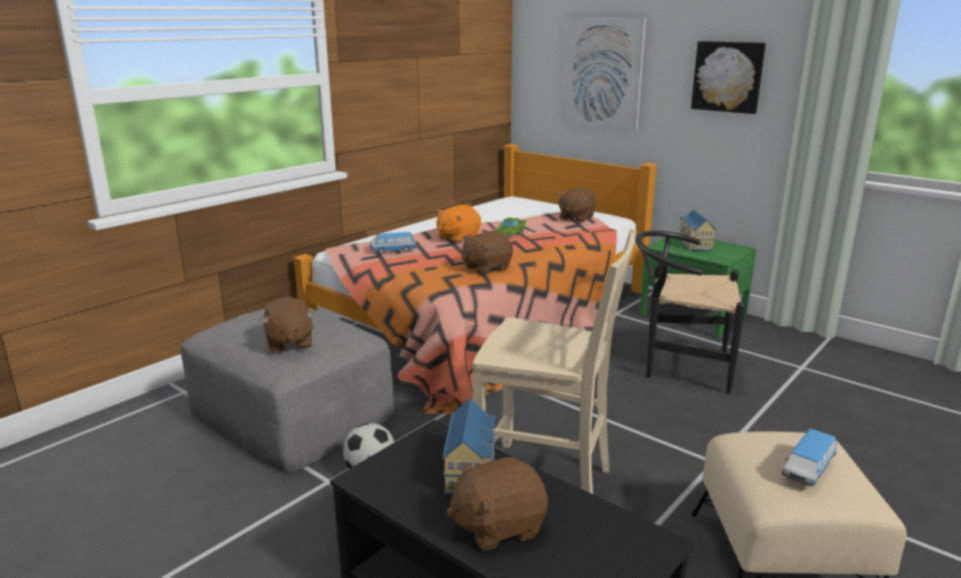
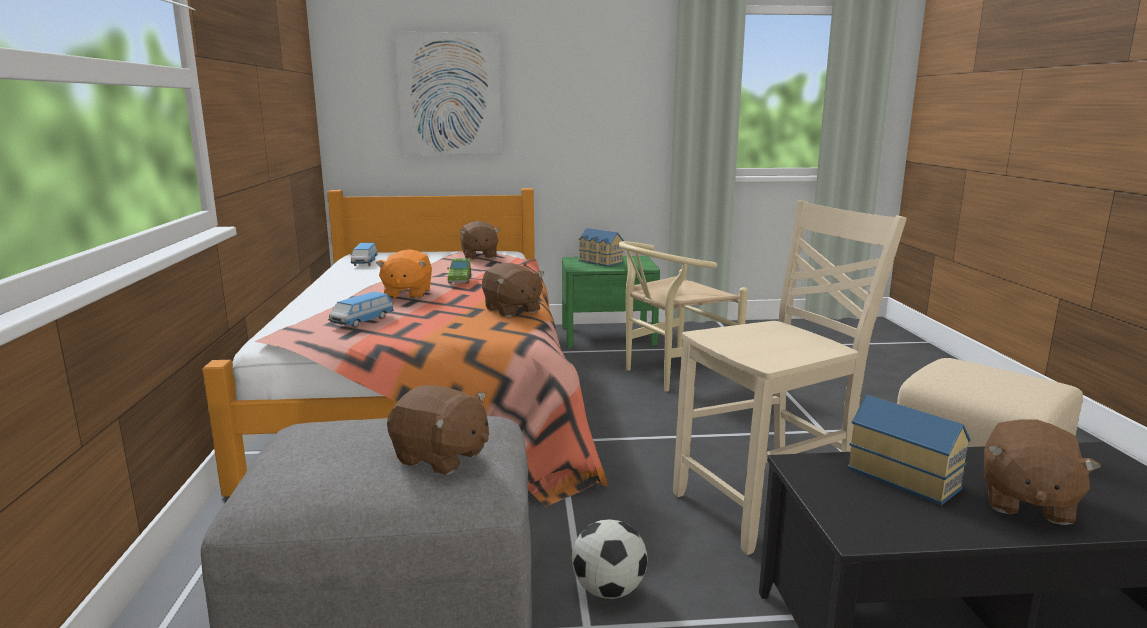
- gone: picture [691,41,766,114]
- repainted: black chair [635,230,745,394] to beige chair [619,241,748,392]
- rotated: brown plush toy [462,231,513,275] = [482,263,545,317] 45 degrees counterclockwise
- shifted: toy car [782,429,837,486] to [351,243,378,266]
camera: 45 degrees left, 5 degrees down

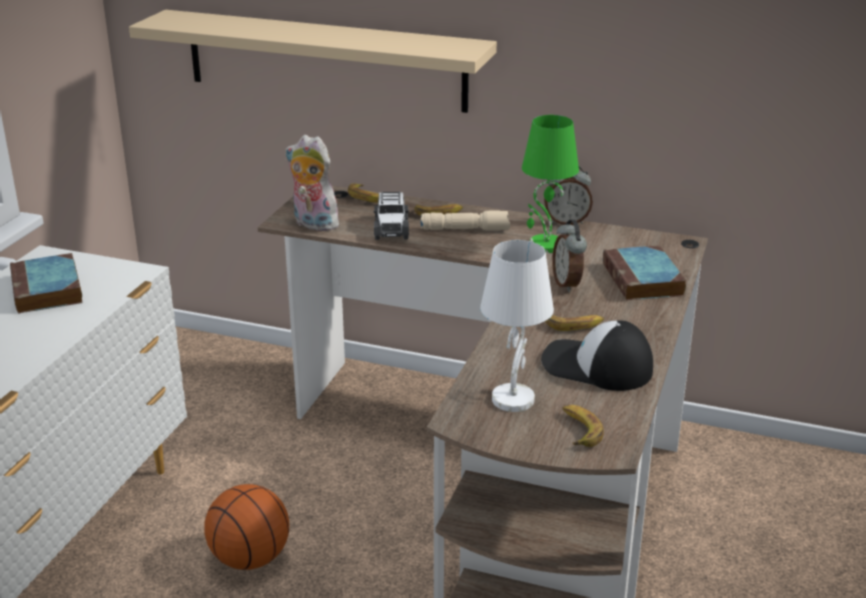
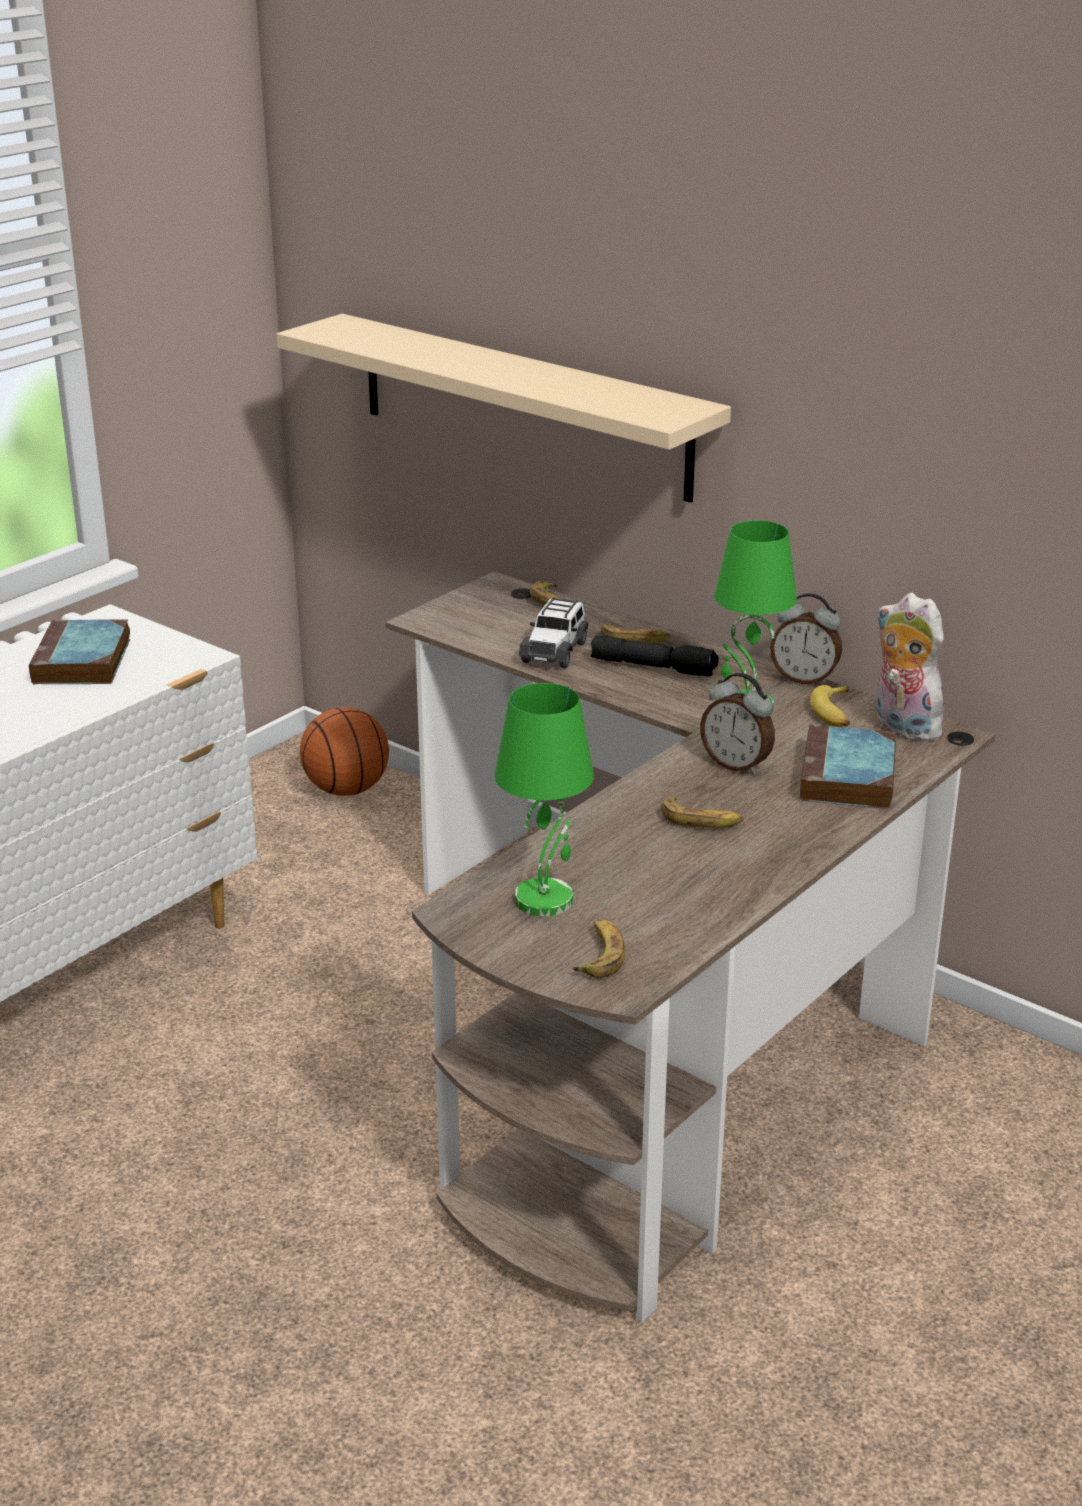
- shifted: plush toy [285,135,343,231] to [876,593,951,742]
- repainted: beige flashlight [421,211,510,231] to black flashlight [591,636,719,676]
- rotated: alarm clock [552,219,587,292] = [700,673,775,774] 60 degrees counterclockwise
- repainted: white table lamp [480,240,554,412] to green table lamp [495,683,594,916]
- gone: cap [541,320,653,391]
- shifted: basketball [204,484,289,570] to [300,707,389,796]
- new: banana [810,685,850,727]
camera: 20 degrees right, 0 degrees up

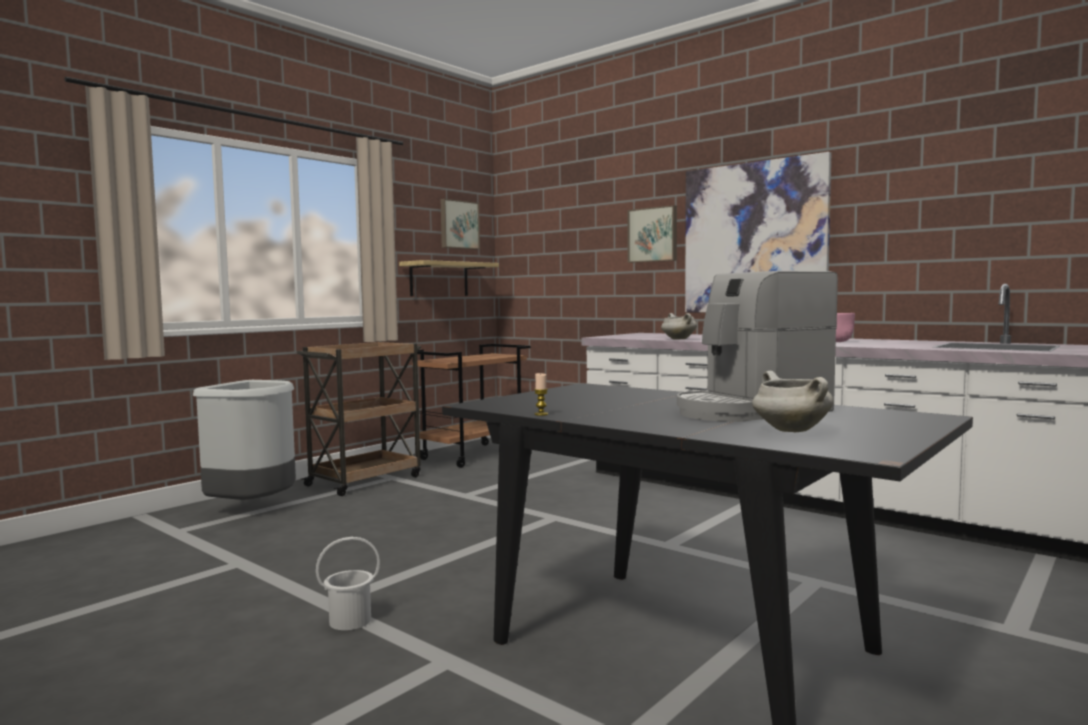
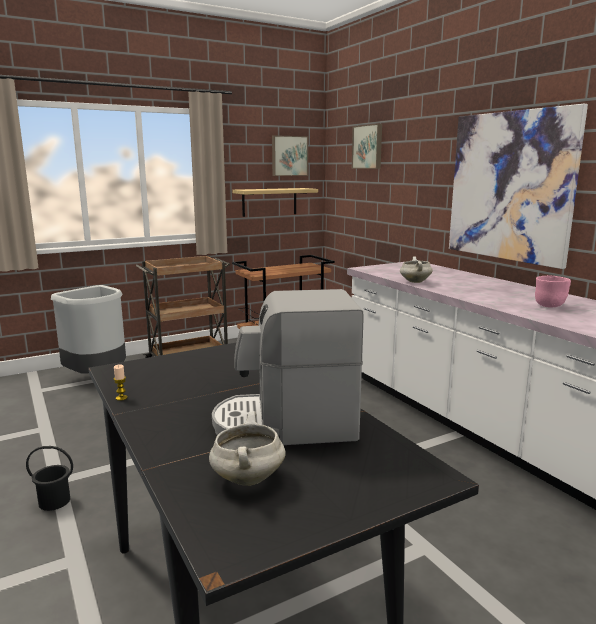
- shifted: picture [627,205,677,263] to [352,124,382,169]
- repainted: white bucket [316,537,380,630] to black bucket [26,446,73,511]
camera: 20 degrees right, 10 degrees up

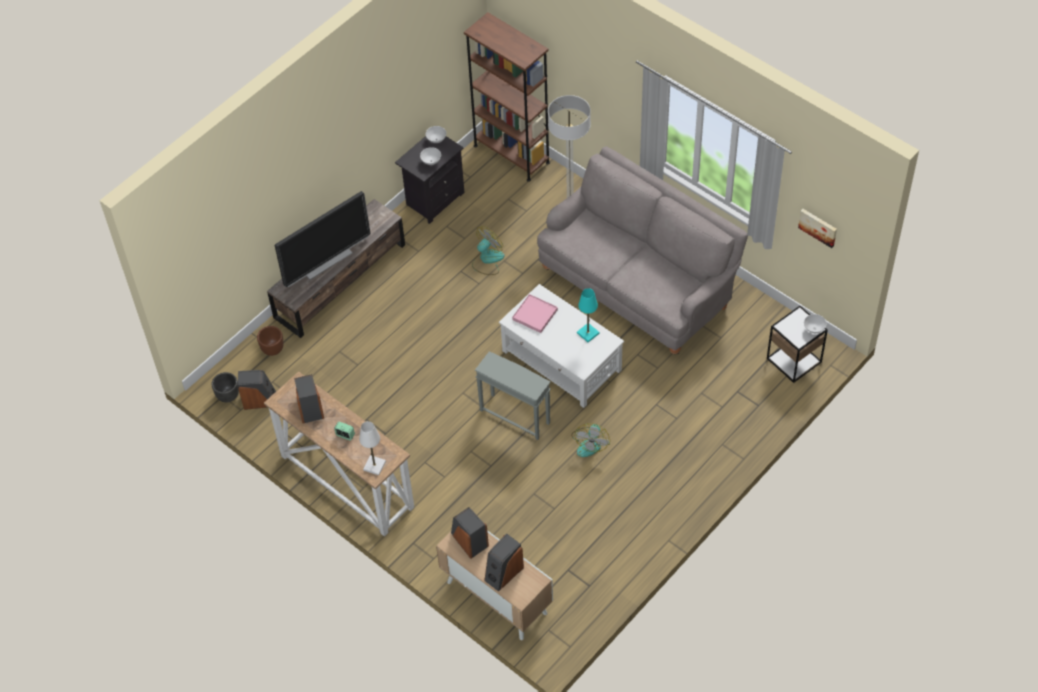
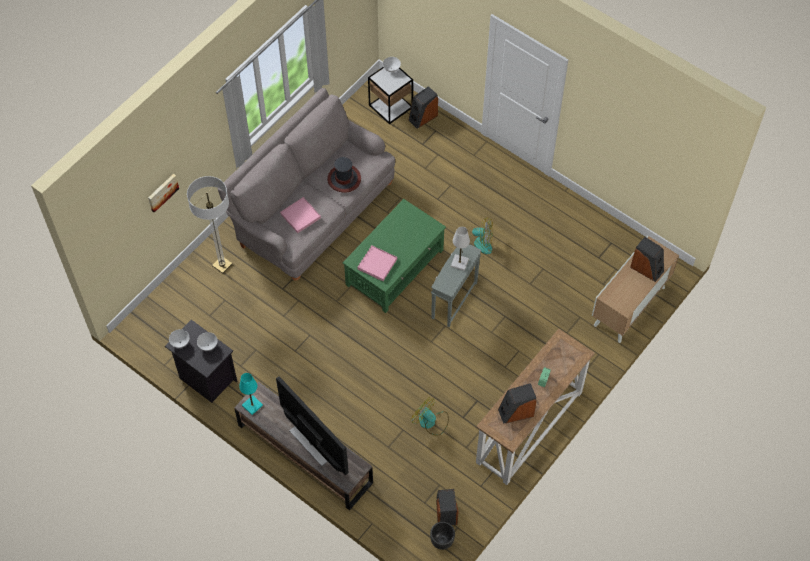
- gone: brown bookcase [464,12,550,182]
- shifted: picture [798,209,837,248] to [148,174,179,213]
- shifted: fan [472,226,505,275] to [411,397,449,435]
- repainted: white coffee table [499,284,624,408] to green coffee table [343,199,446,313]
- shifted: turquoise table lamp [577,288,599,342] to [239,373,263,415]
- gone: brown planter [257,326,284,356]
- shifted: white table lamp [359,421,386,475] to [451,227,470,271]
- shifted: speaker [451,507,489,559] to [408,86,438,129]
- new: hat [327,157,361,193]
- new: pink tray [280,197,321,233]
camera: 95 degrees left, 5 degrees up

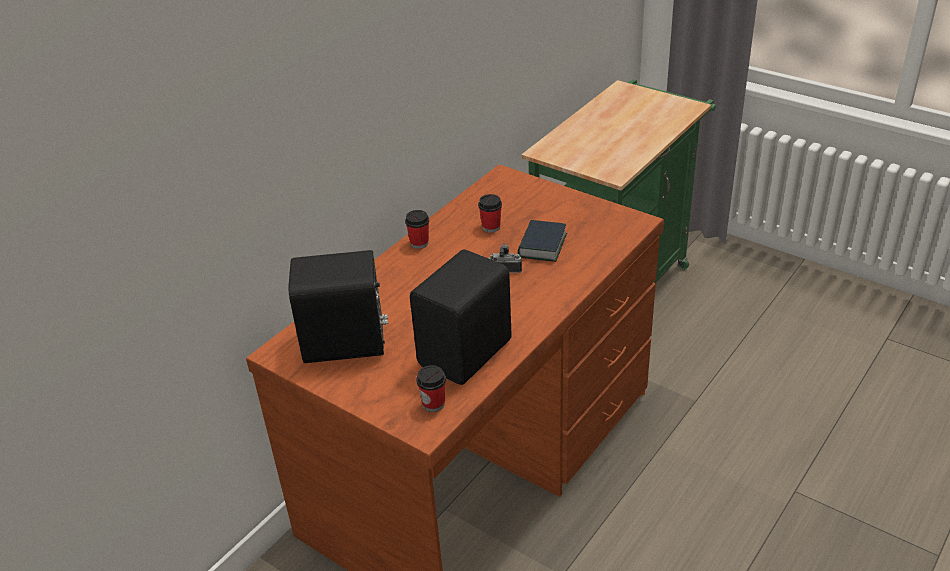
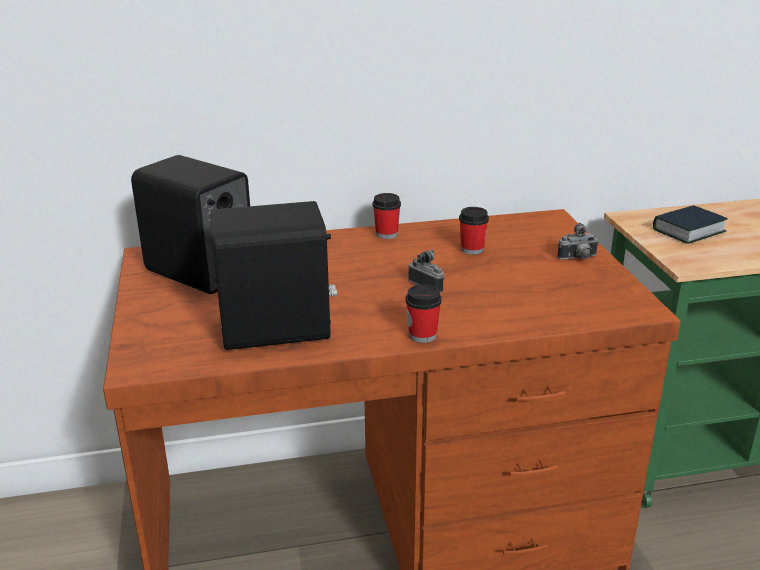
- shifted: book [518,220,567,262] to [653,205,728,244]
- shifted: cup [416,365,446,412] to [406,284,442,343]
- new: photo camera [557,223,599,260]
camera: 40 degrees right, 10 degrees down

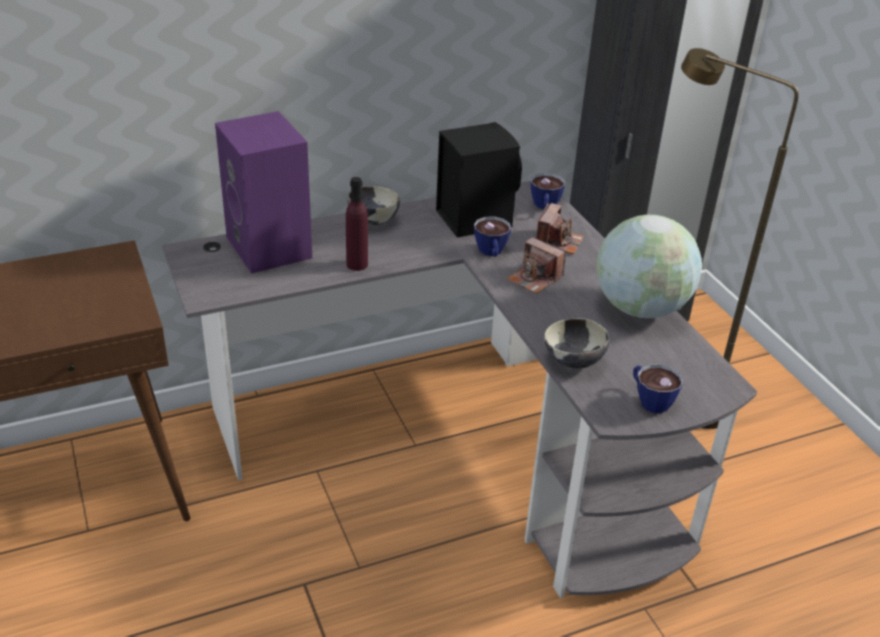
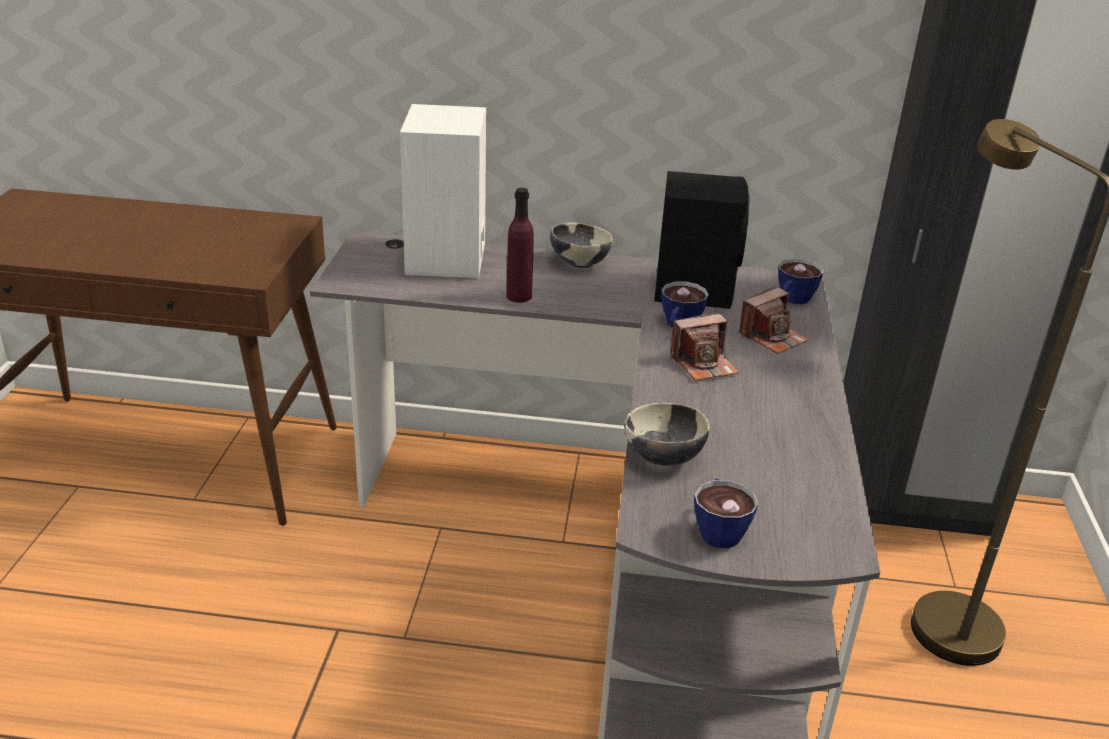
- repainted: purple speaker [215,111,312,274] to white speaker [400,104,486,278]
- gone: globe [596,215,702,318]
- rotated: photo camera [507,237,566,294] = [670,312,739,381] 90 degrees counterclockwise
camera: 30 degrees right, 5 degrees down

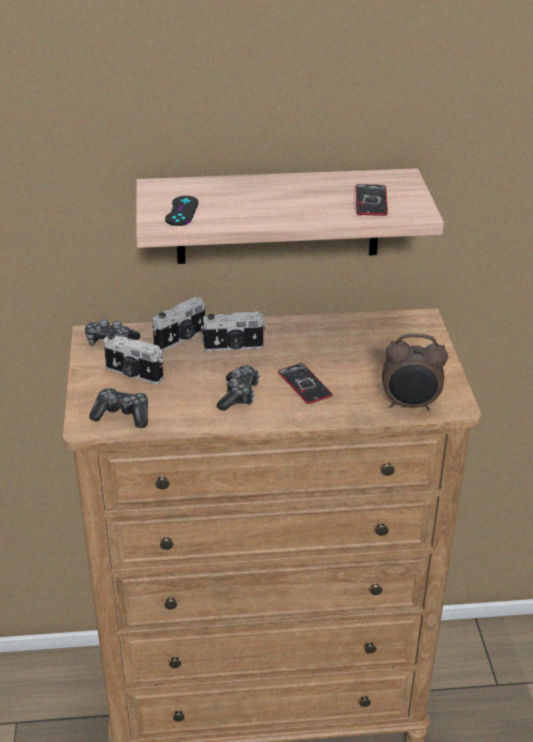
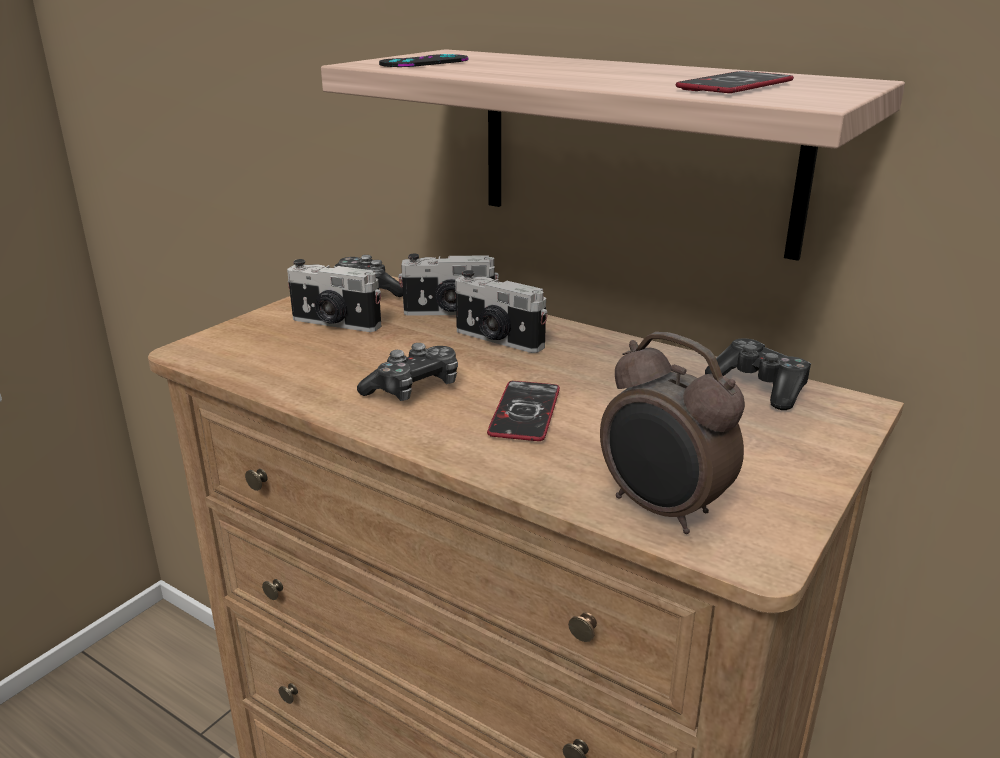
- rotated: photo camera [103,333,163,384] = [287,259,381,332] 45 degrees counterclockwise
- shifted: game controller [89,388,148,428] to [705,338,811,410]
camera: 40 degrees right, 10 degrees down

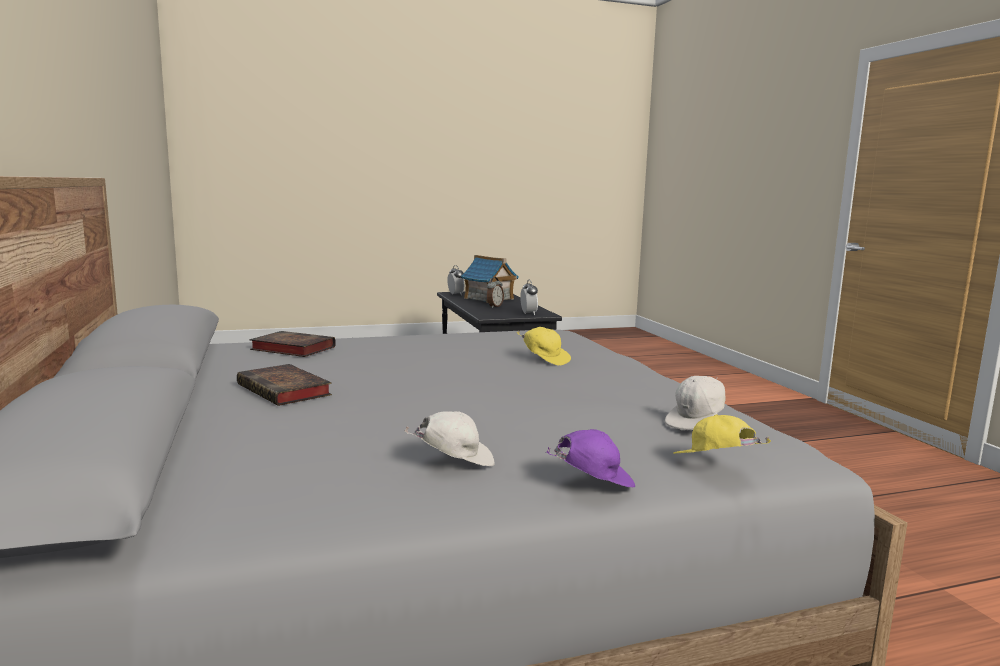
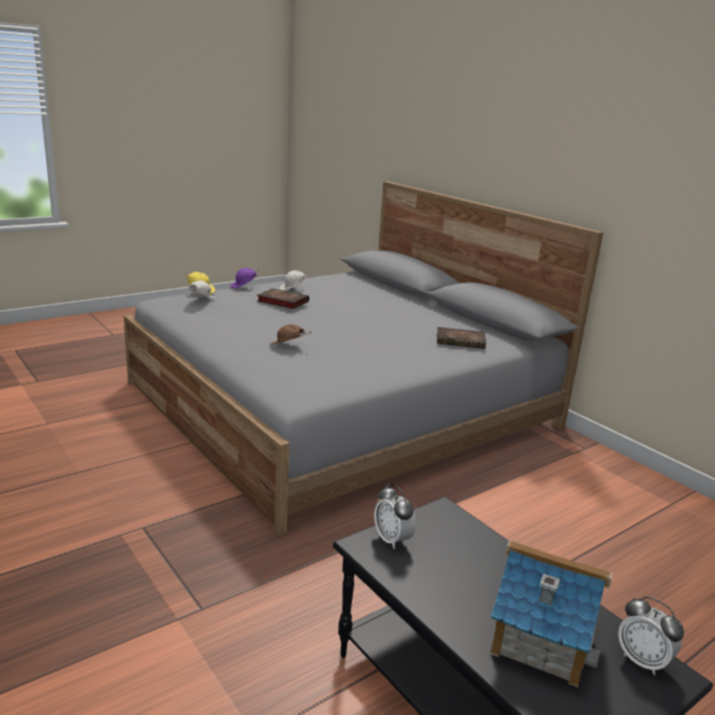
- gone: alarm clock [487,277,504,308]
- repainted: yellow cap [517,327,571,365] to brown cap [270,324,311,345]
- shifted: book [237,364,332,406] to [257,288,309,309]
camera: 160 degrees right, 10 degrees up

